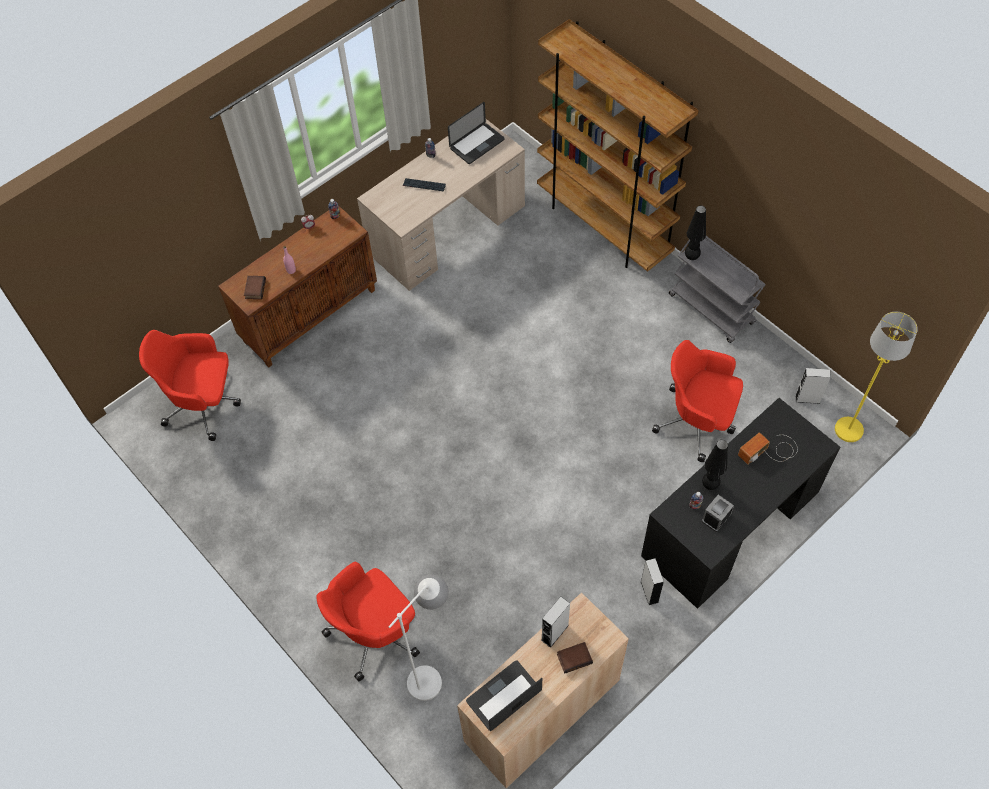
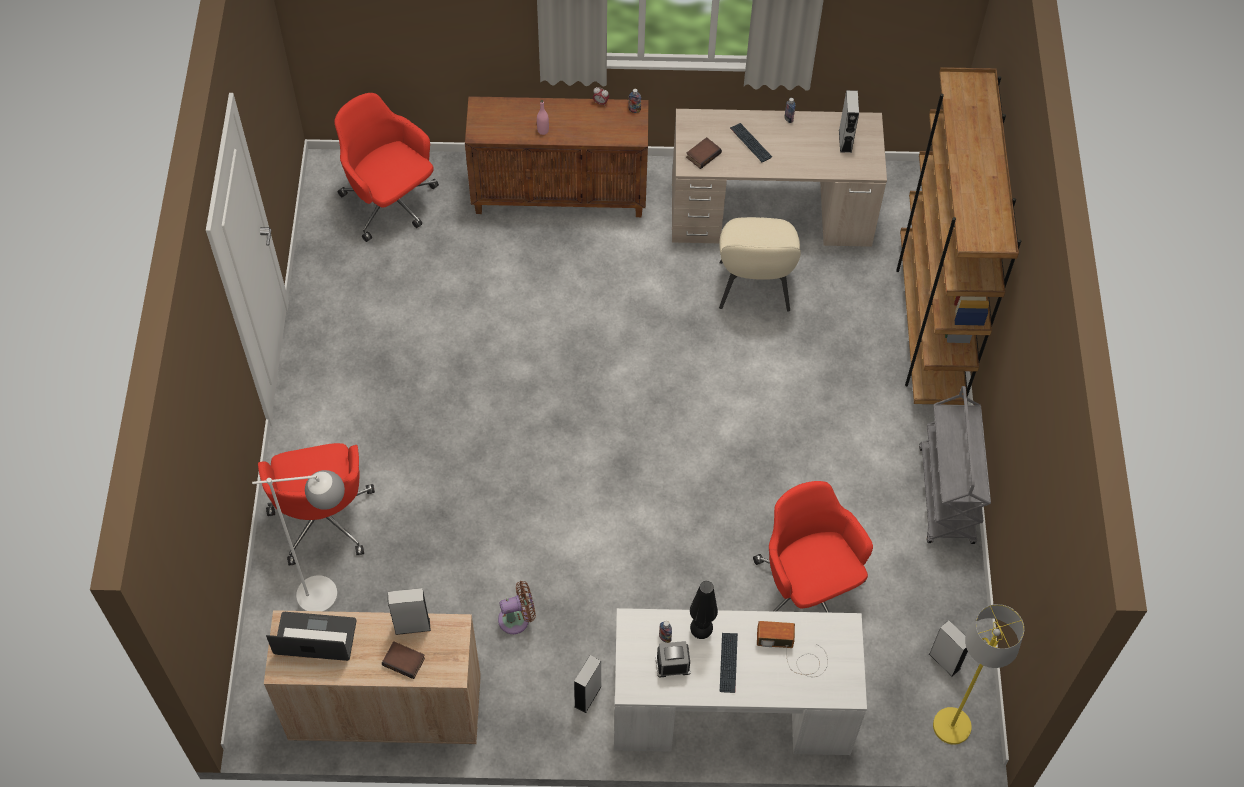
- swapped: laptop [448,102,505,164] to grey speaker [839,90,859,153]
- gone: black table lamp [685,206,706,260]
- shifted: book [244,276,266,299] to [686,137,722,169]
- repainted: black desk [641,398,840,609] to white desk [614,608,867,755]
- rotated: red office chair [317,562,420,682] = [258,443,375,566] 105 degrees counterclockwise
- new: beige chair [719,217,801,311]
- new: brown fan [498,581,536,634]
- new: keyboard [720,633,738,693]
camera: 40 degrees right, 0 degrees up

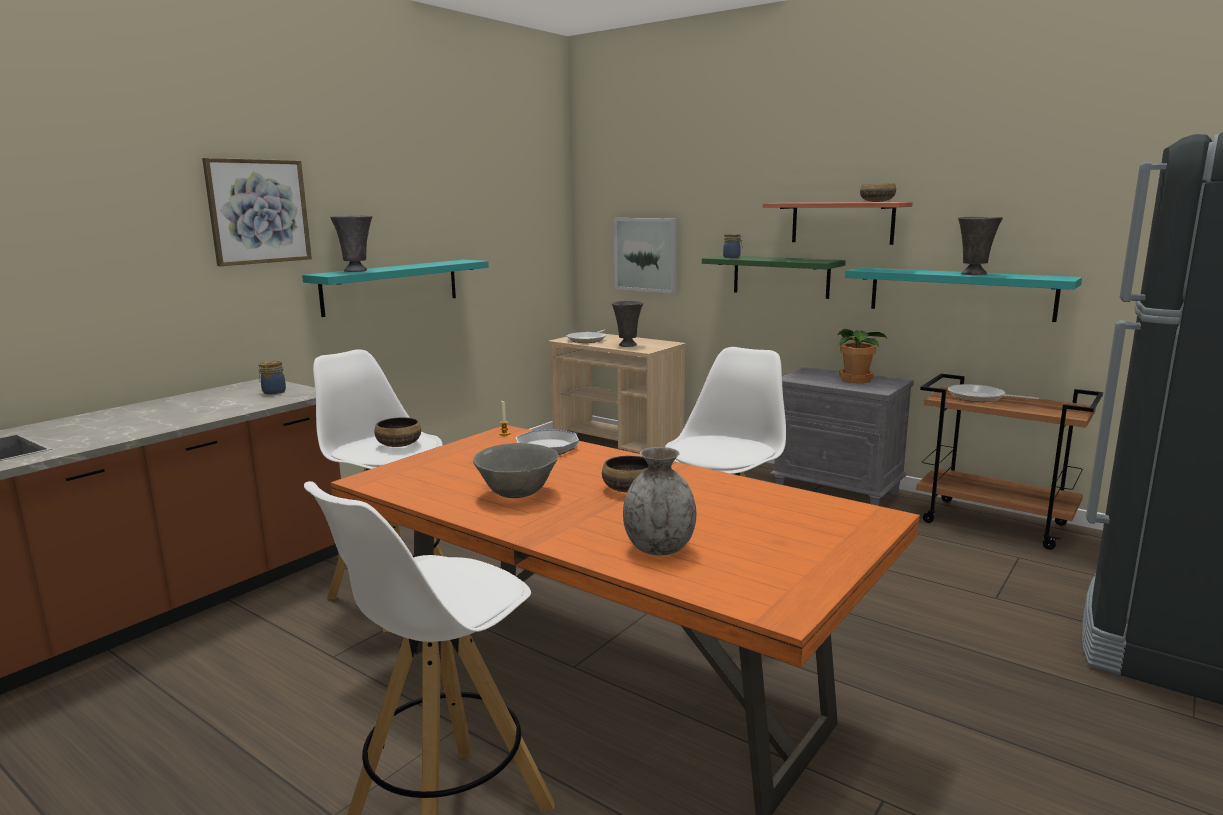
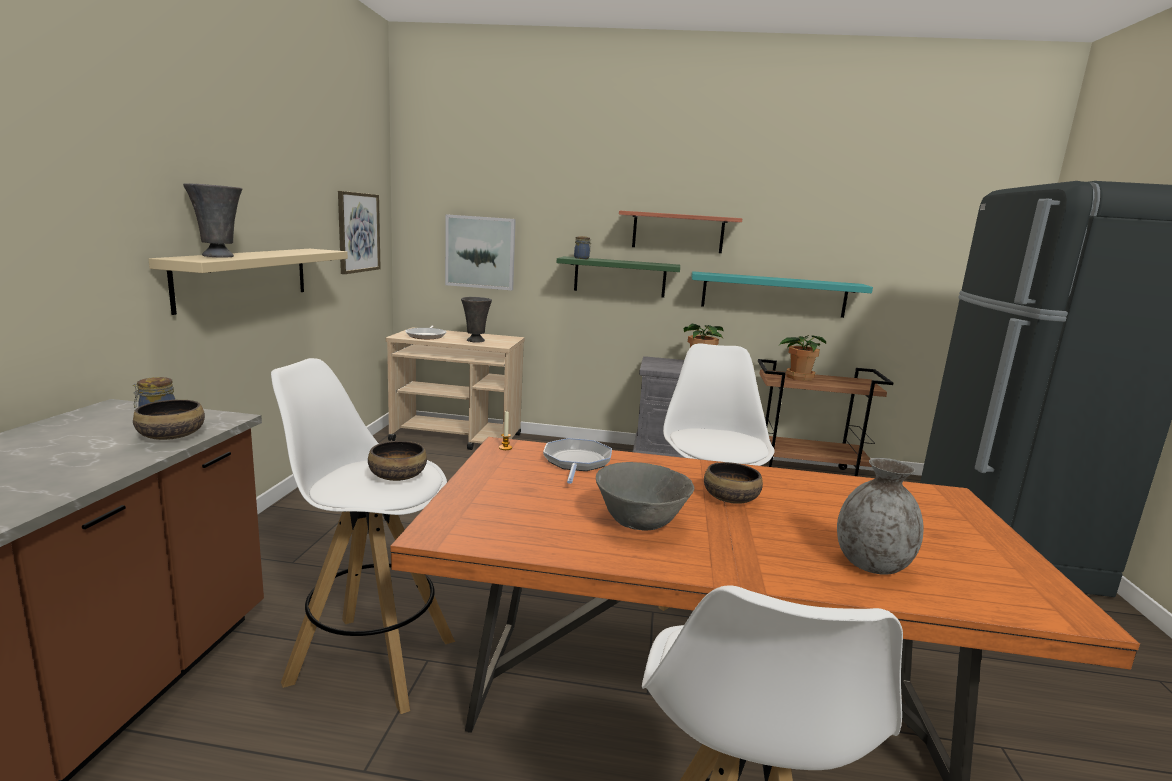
- shifted: picture [202,158,312,266] to [338,191,381,274]
- shifted: bowl [860,184,896,202] to [133,400,205,440]
- gone: grey vase [958,216,1003,275]
- repainted: turquoise shelf [302,260,489,317] to beige shelf [149,249,348,315]
- swapped: frying pan [948,384,1039,402] to potted plant [779,334,826,381]
camera: 30 degrees left, 0 degrees up

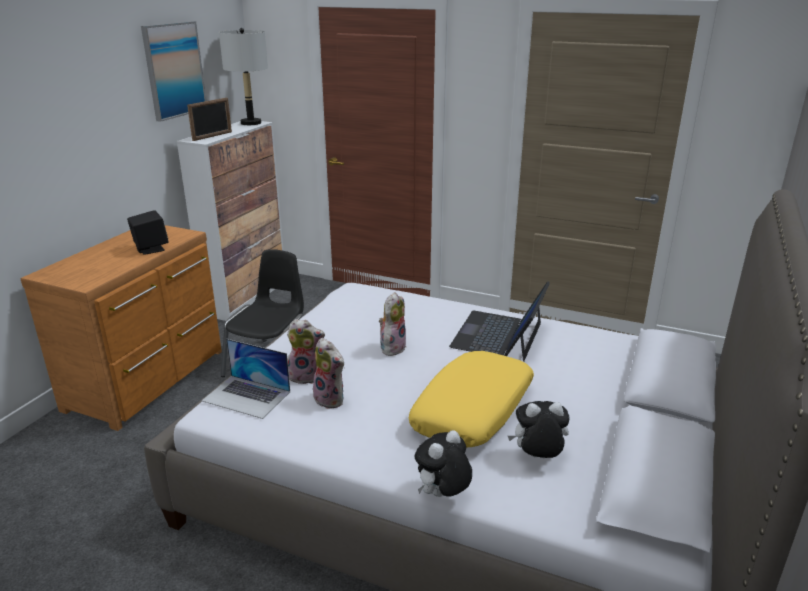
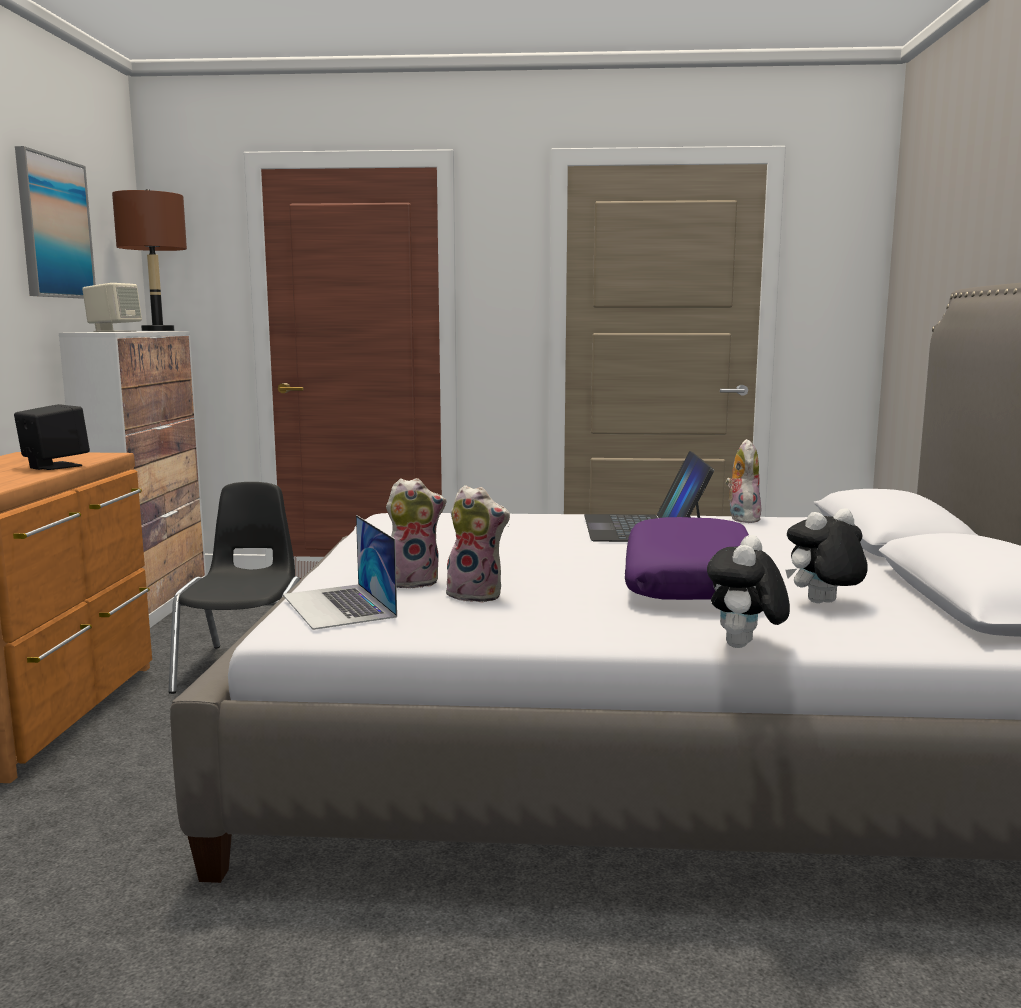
- repainted: grey table lamp [219,28,268,125] to brown table lamp [112,189,187,331]
- swapped: picture frame [187,98,232,141] to beige speaker [82,283,142,332]
- shifted: plush toy [379,292,406,356] to [725,439,761,523]
- rotated: laptop [202,339,290,419] = [283,515,397,630] 60 degrees clockwise
- repainted: yellow pillow [409,351,534,447] to purple pillow [625,517,749,600]
camera: 20 degrees left, 15 degrees down

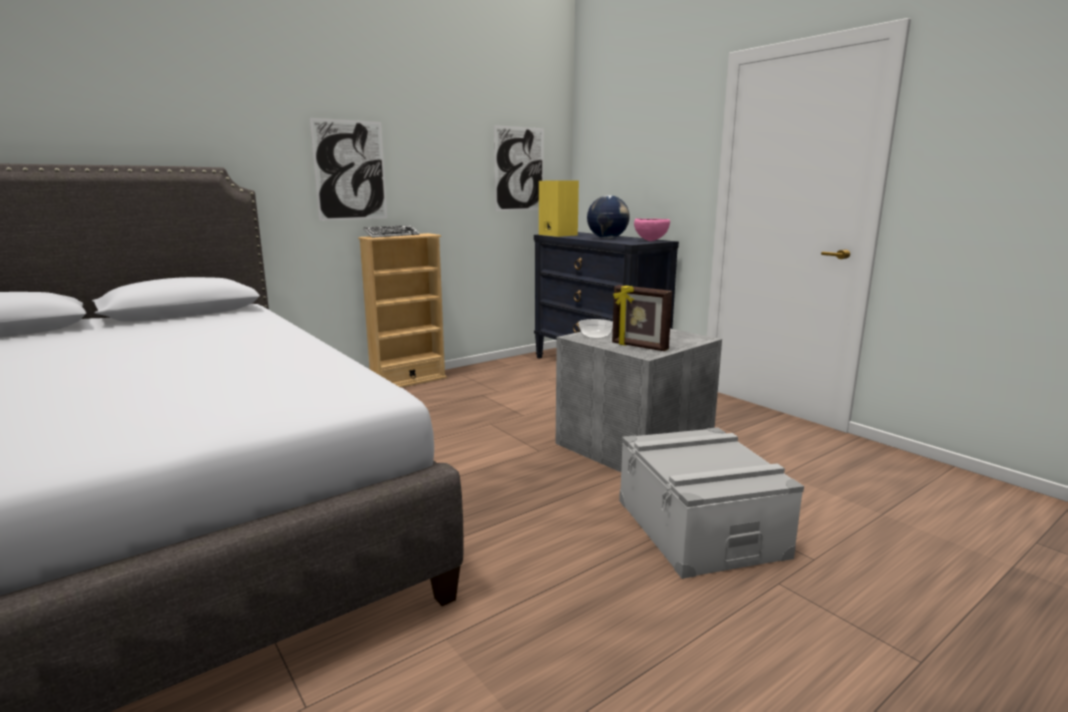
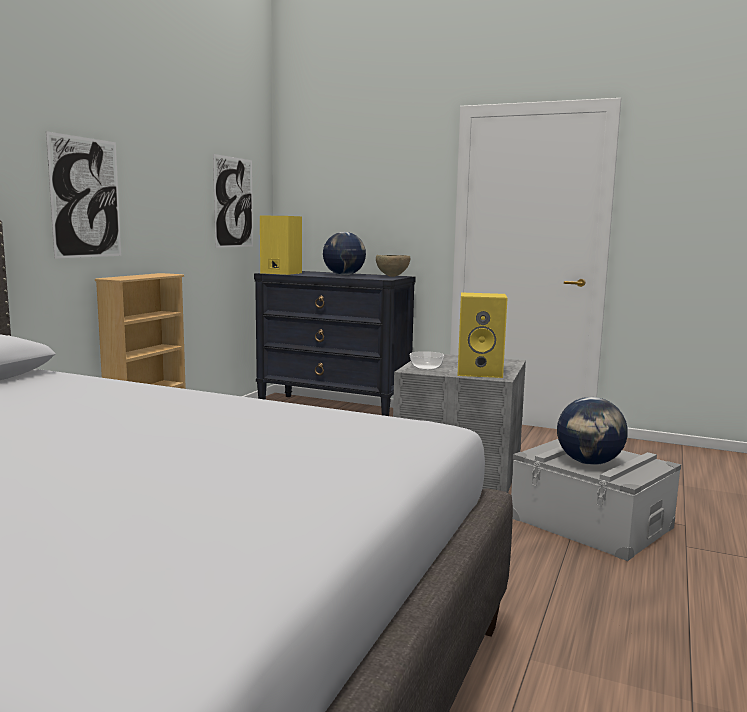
- repainted: pink bowl [634,218,670,241] to brown bowl [376,255,410,277]
- gone: keyboard [363,225,420,238]
- swapped: picture frame [612,285,672,351] to yellow speaker [458,292,507,378]
- new: globe [557,397,628,465]
camera: 30 degrees left, 5 degrees down

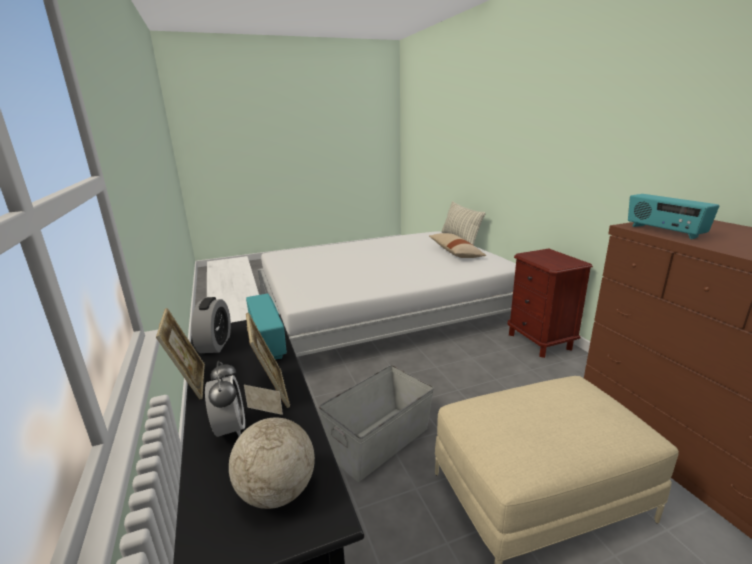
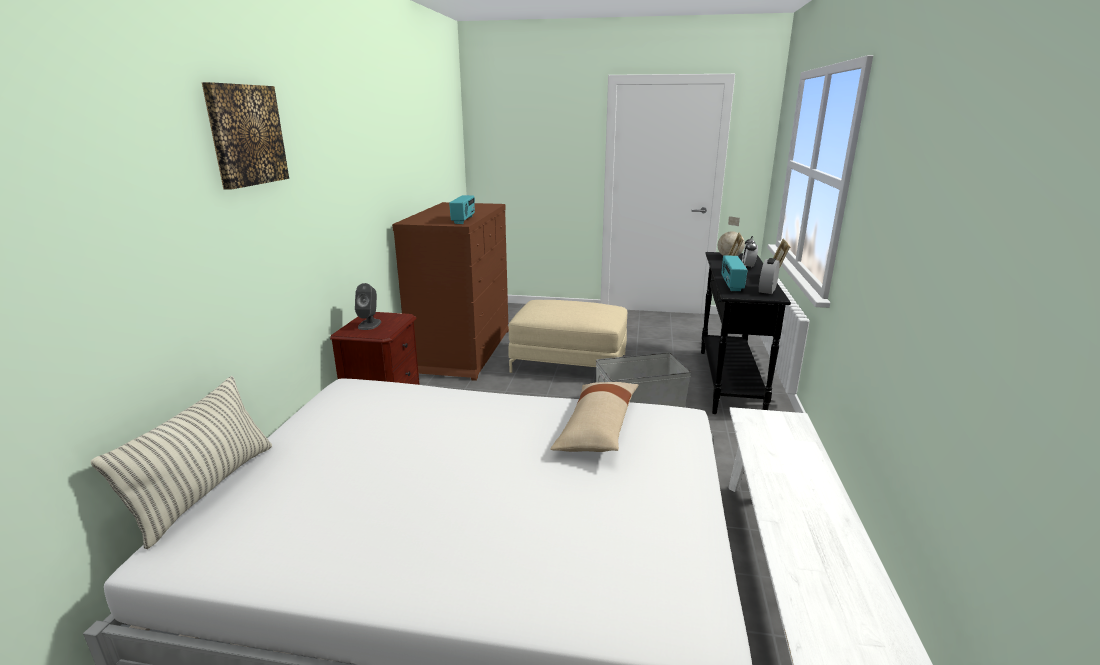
- shifted: beige pillow [429,233,486,258] to [550,382,638,452]
- new: picture [202,82,289,190]
- new: grey speaker [355,283,381,330]
camera: 150 degrees left, 0 degrees up

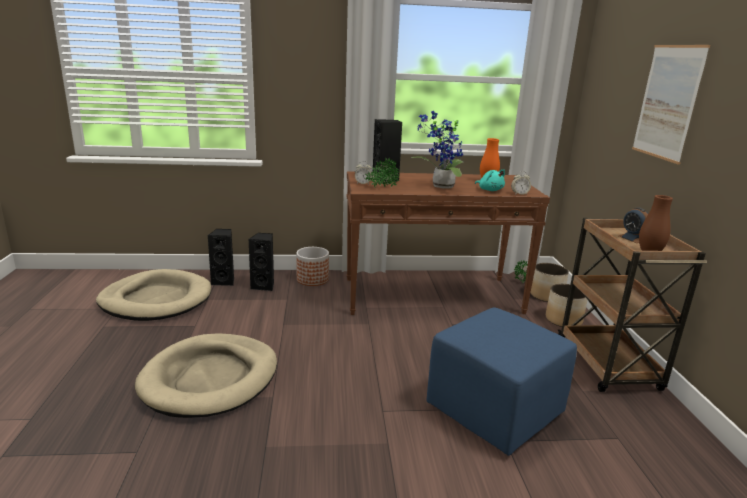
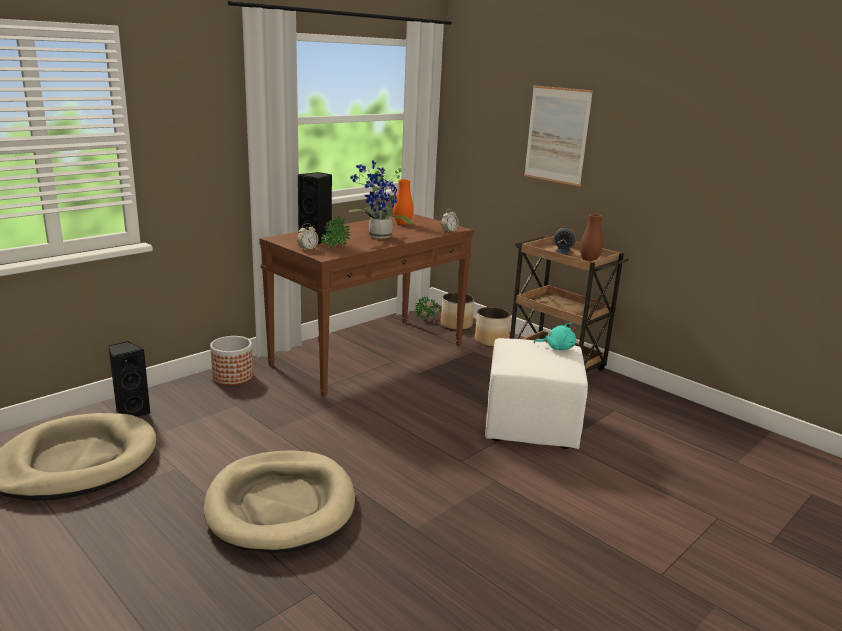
- shifted: turquoise plush toy [475,170,505,191] to [534,323,577,350]
- gone: black speaker [249,233,274,291]
- repainted: blue ottoman [426,307,577,456] to white ottoman [485,338,588,449]
camera: 40 degrees left, 0 degrees up

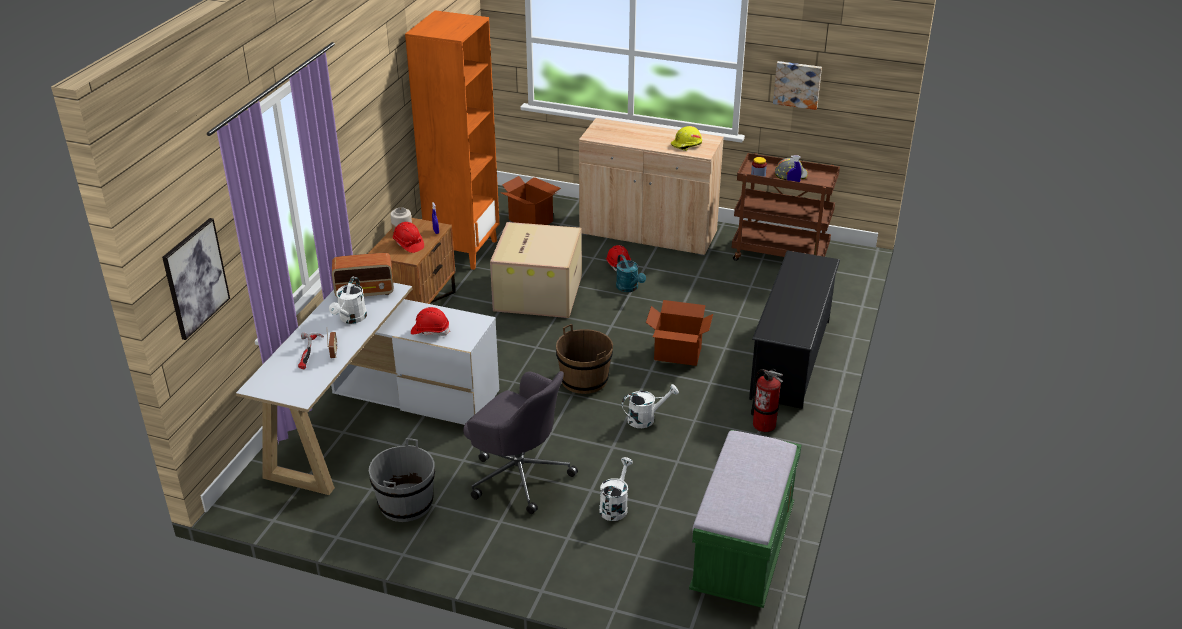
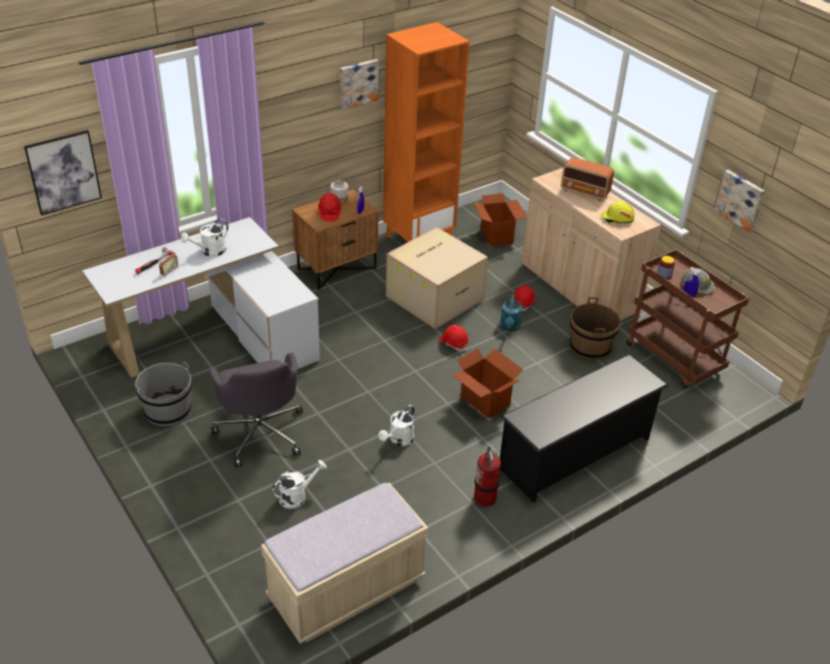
- shifted: radio [332,253,393,297] to [561,157,614,201]
- shifted: red hard hat [411,307,450,336] to [439,325,469,351]
- shifted: brown bucket [556,324,613,394] to [570,297,621,360]
- rotated: white watering can [622,384,679,428] = [378,405,414,446] 105 degrees clockwise
- repainted: green bench [689,430,801,608] to beige bench [261,483,428,644]
- new: picture [340,59,379,109]
camera: 35 degrees right, 5 degrees up

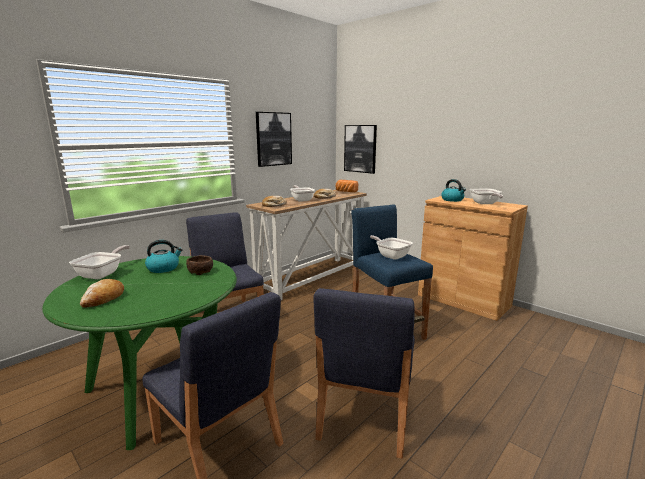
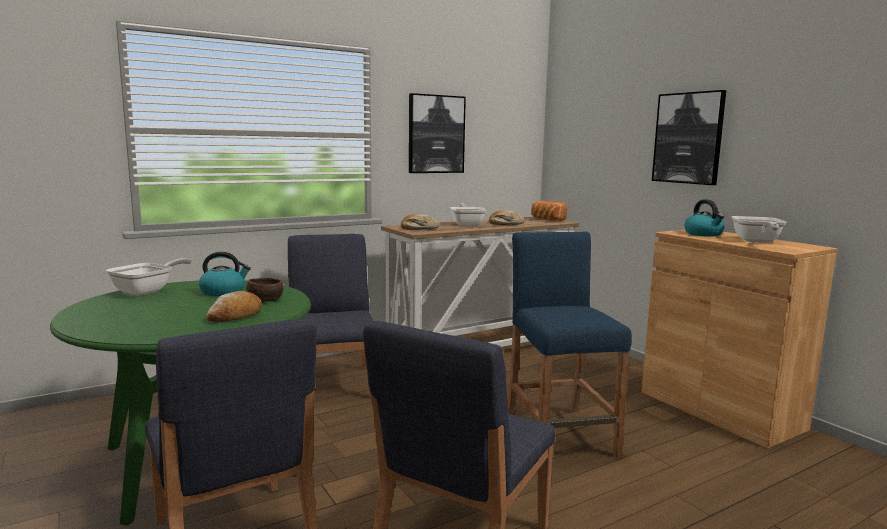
- shifted: picture [344,125,377,174] to [652,90,726,185]
- gone: frying pan [370,235,413,260]
- shifted: bread [80,279,124,308] to [206,291,262,322]
camera: 15 degrees right, 5 degrees down

